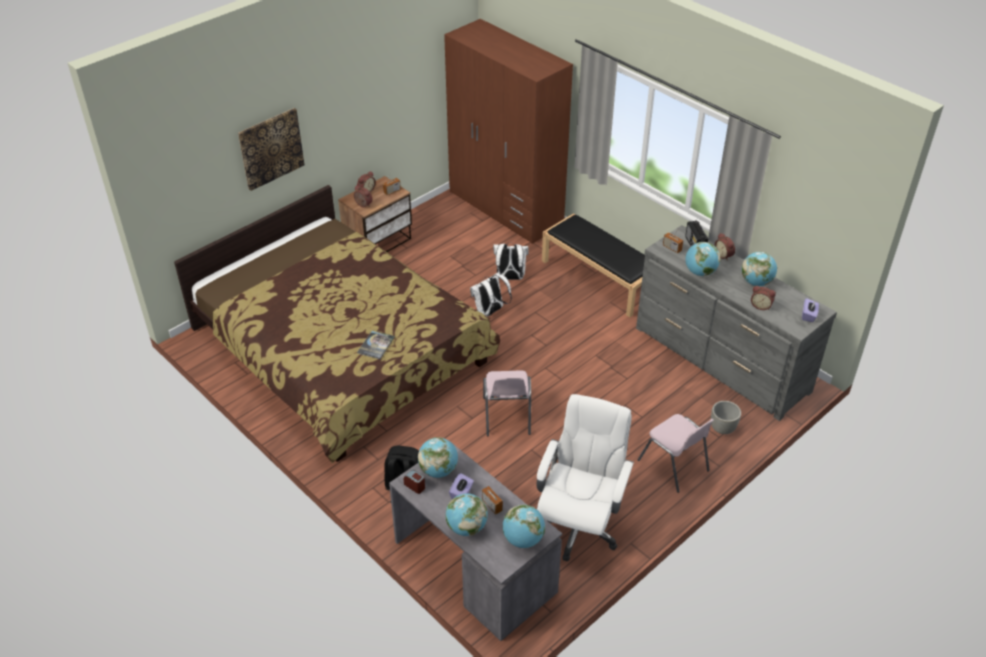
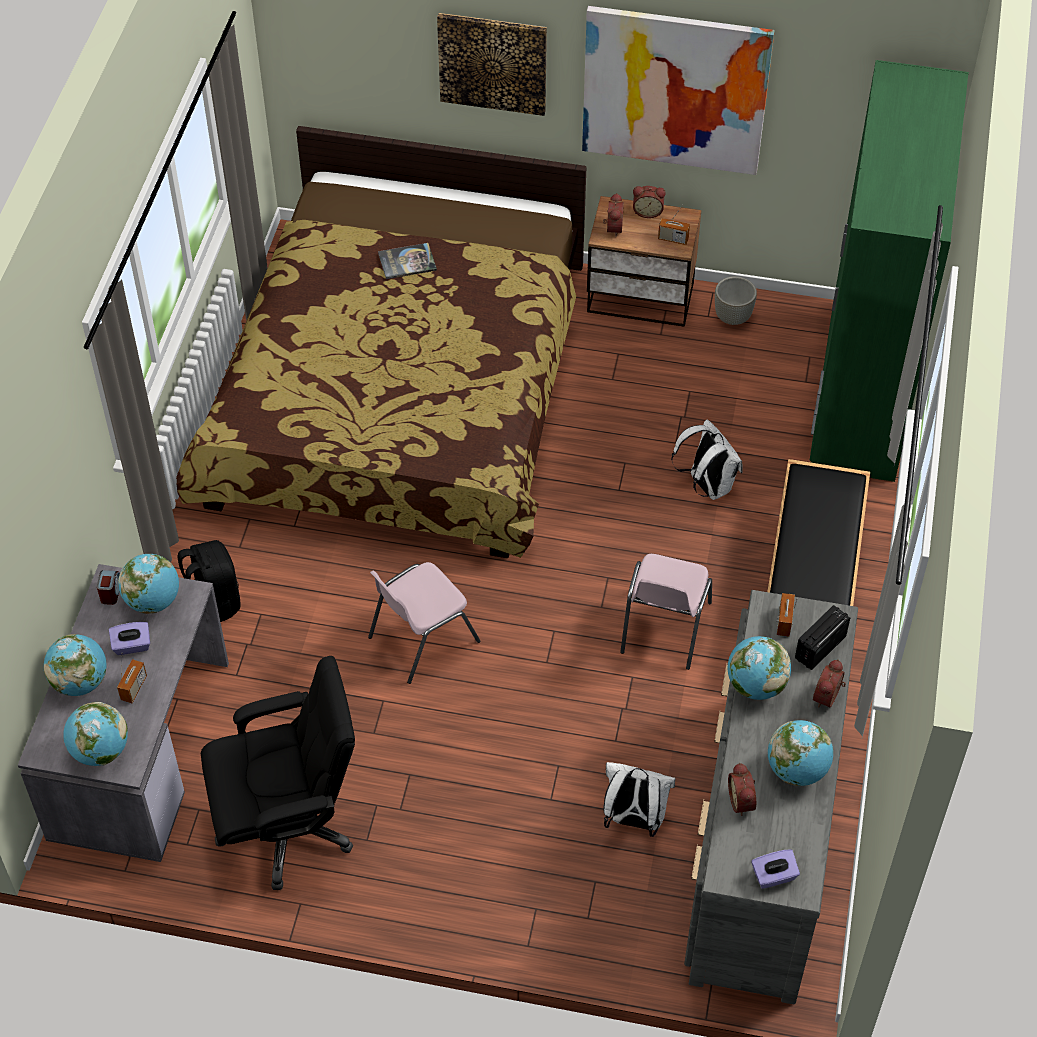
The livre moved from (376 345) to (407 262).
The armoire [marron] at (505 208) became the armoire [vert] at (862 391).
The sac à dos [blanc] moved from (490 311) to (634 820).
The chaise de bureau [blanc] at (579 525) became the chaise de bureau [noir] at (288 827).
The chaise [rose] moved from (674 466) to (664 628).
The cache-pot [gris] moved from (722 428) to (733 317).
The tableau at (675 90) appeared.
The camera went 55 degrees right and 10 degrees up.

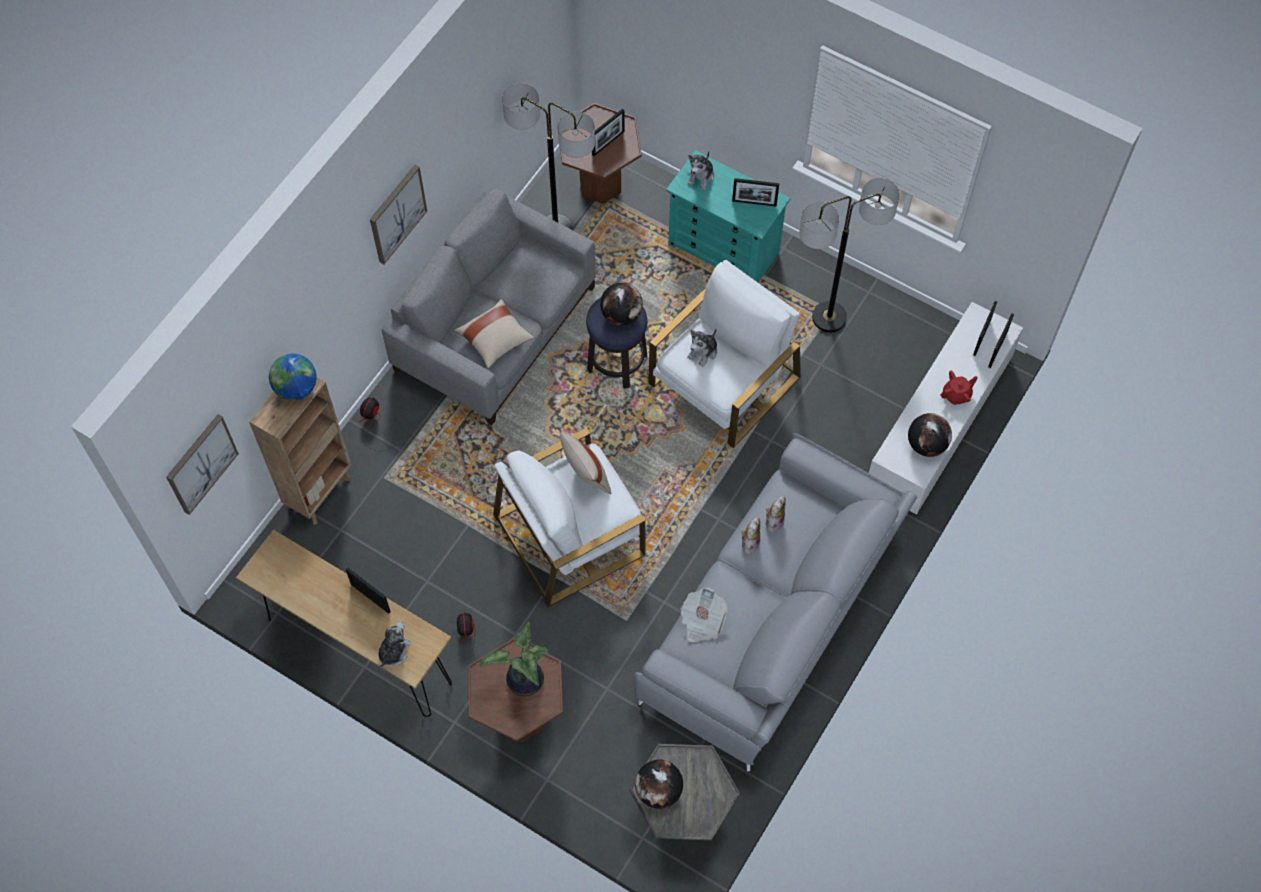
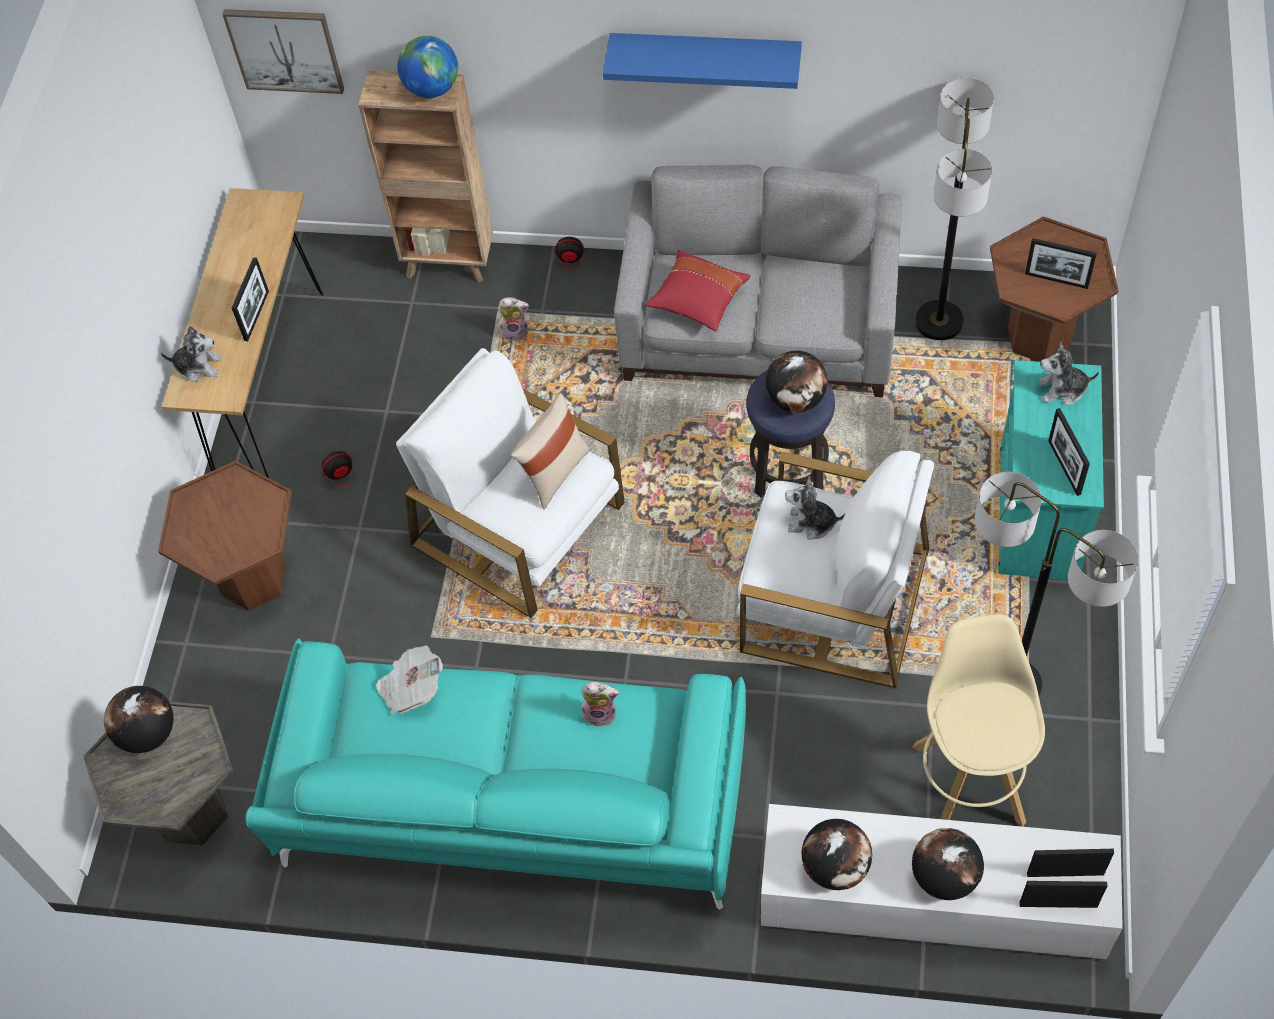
The tableau at (397 213) was replaced by the étagère [bleu] at (705 55).
The coussin [beige] at (495 339) became the coussin [rouge] at (698 300).
The plante en pot at (524 682) disappeared.
The canapé [gris] at (773 618) became the canapé [turquoise] at (513 805).
The peluche moved from (749 542) to (515 331).
The théière [rouge] at (956 395) was replaced by the globe at (944 876).
The tabouret [beige] at (968 781) appeared.
The camera went 70 degrees right and 5 degrees down.

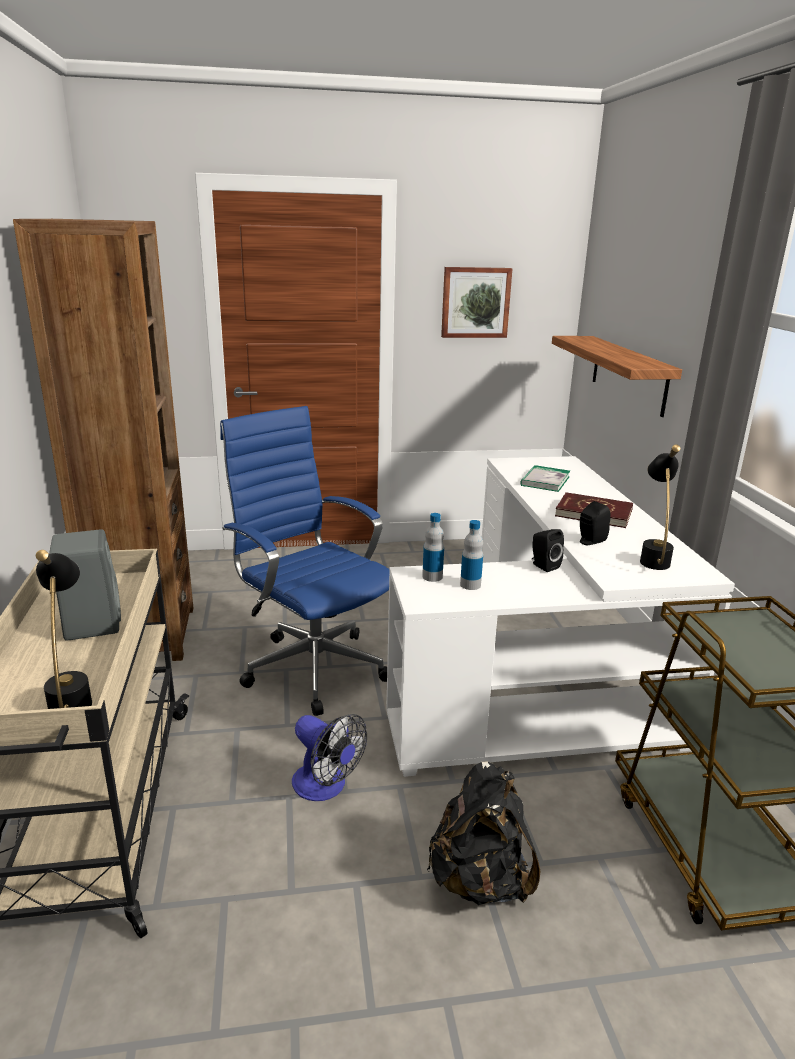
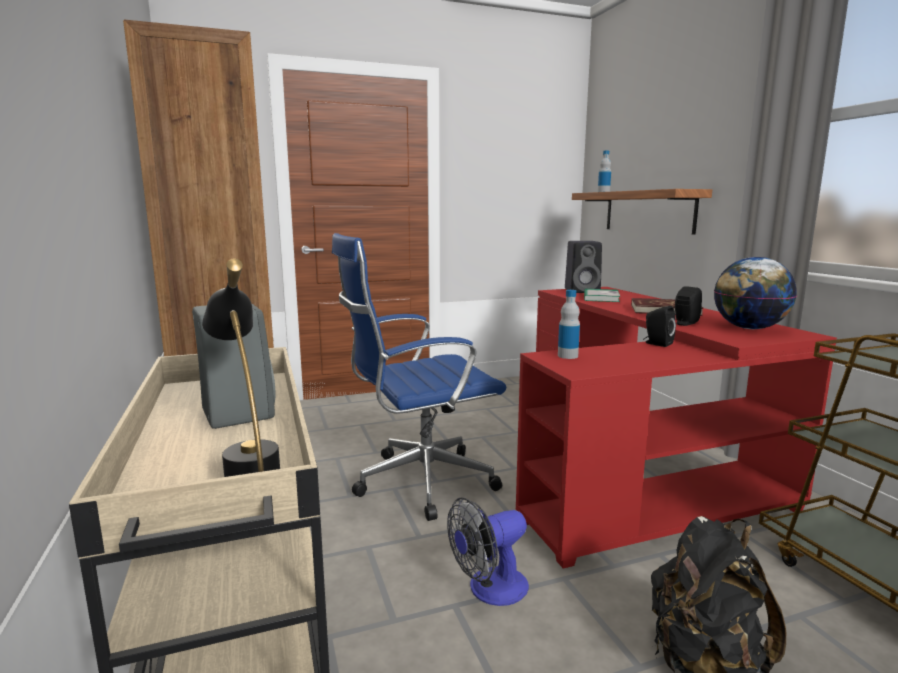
The chaise de bureau [bleu] at (311 666) turned 60 degrees counterclockwise.
The ventilateur at (326 787) turned 120 degrees clockwise.
The bureau [blanc] at (546 673) became the bureau [rouge] at (636 465).
The tableau at (475 302) disappeared.
The bouteille moved from (470 585) to (603 192).
The lampe de table [noir] at (653 557) was replaced by the globe at (749 328).
The enceinte [noir] at (583 291) appeared.
The camera went 10 degrees left and 10 degrees down.

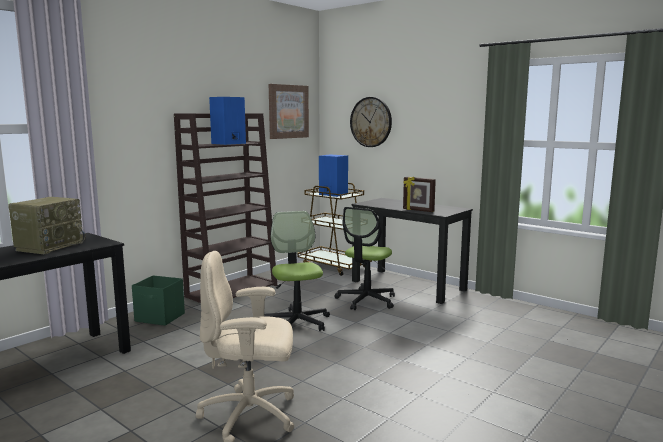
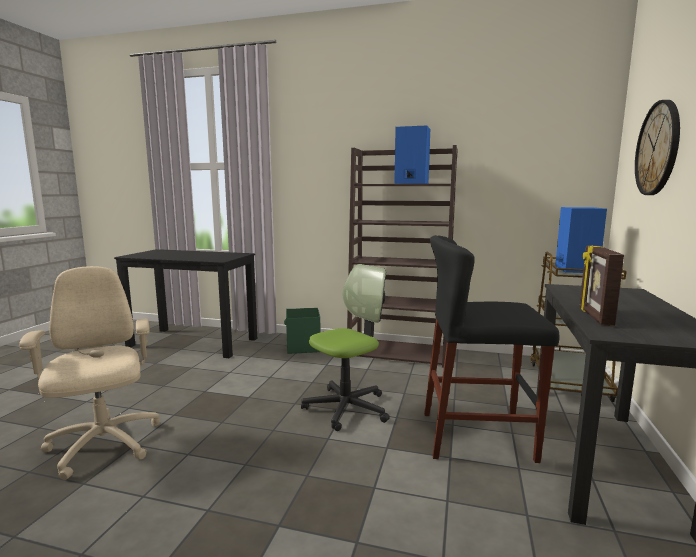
The radio at (50 246) disappeared.
The tableau at (288 111) disappeared.
The chaise de bureau at (366 300) was replaced by the tabouret [noir] at (477 436).
The camera went 65 degrees right and 0 degrees up.

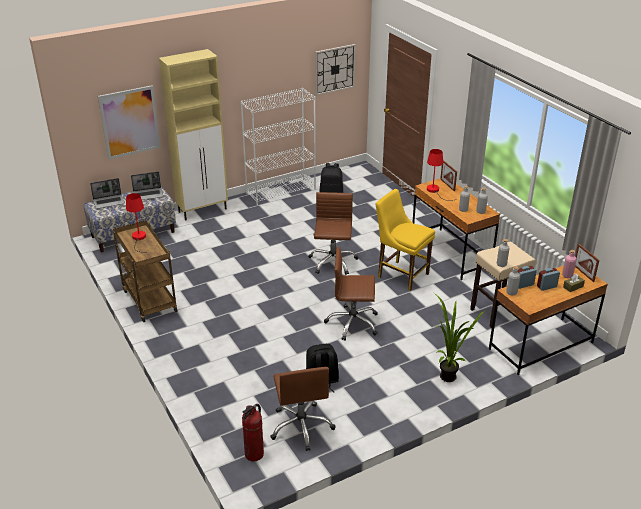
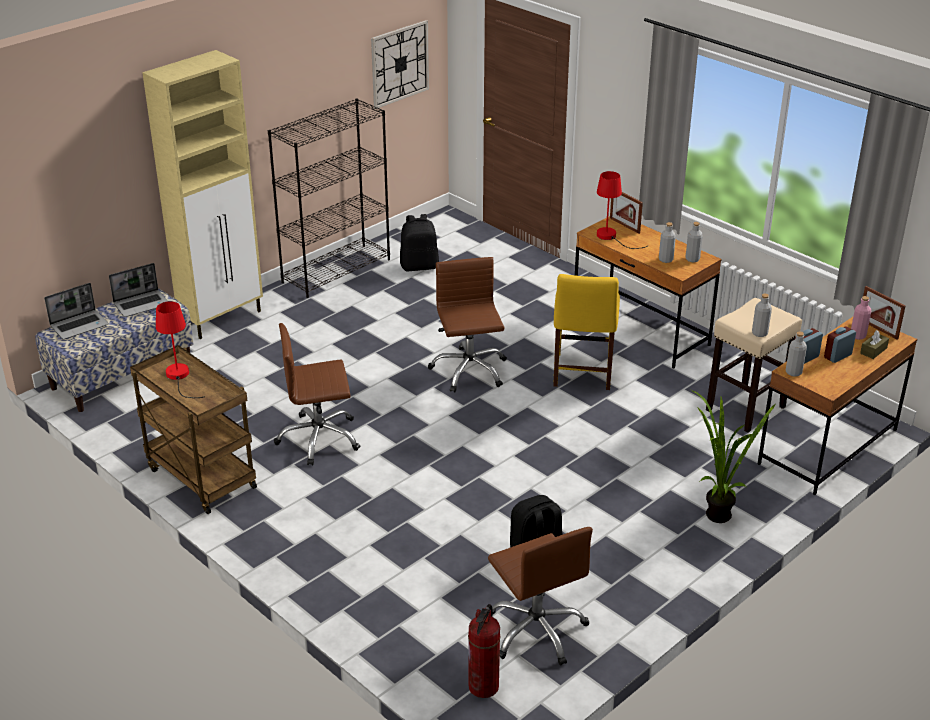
The tableau at (130 122) disappeared.
The bibliothèque [blanc] at (281 191) became the bibliothèque [noir] at (336 270).
The chaise de bureau [marron] moved from (352 323) to (319 438).
The chaise [jaune] at (401 274) turned 105 degrees counterclockwise.
The camera went 15 degrees left and 0 degrees up.

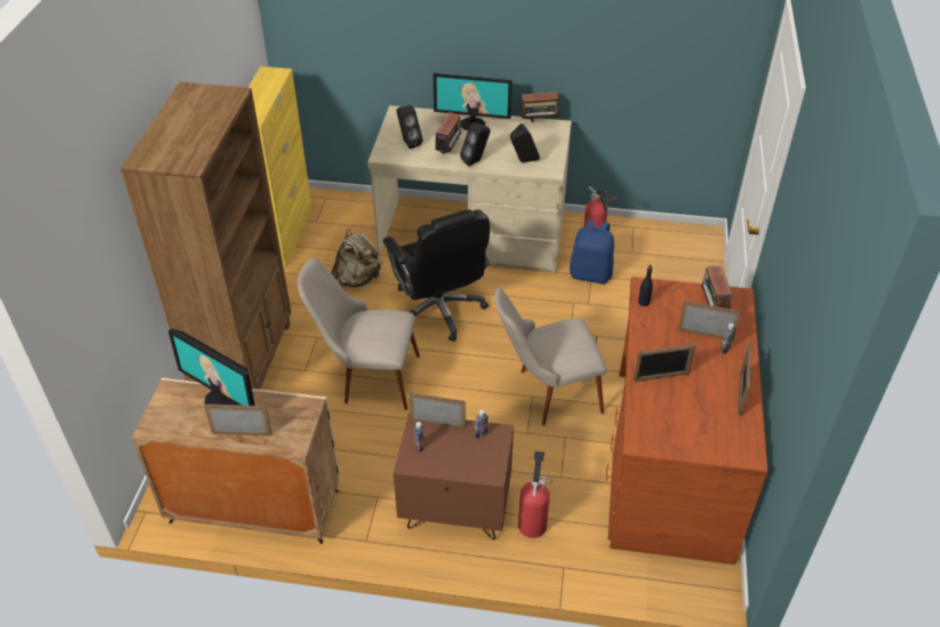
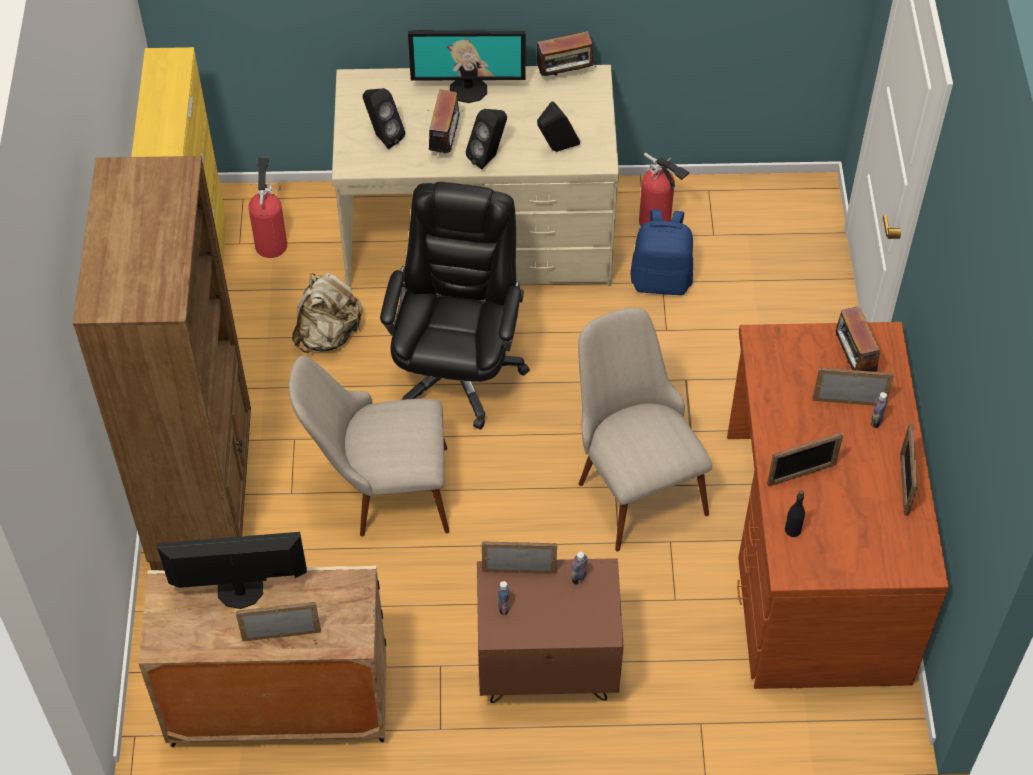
The écran d'ordinateur at (222 400) turned 150 degrees clockwise.
The chaise de bureau [noir] at (439 310) turned 135 degrees counterclockwise.
The chaise [beige] at (546 394) turned 90 degrees clockwise.
The extincteur moved from (532 522) to (271 242).
The bouteille [noir] moved from (643 302) to (792 530).
The camera went 10 degrees left and 10 degrees up.

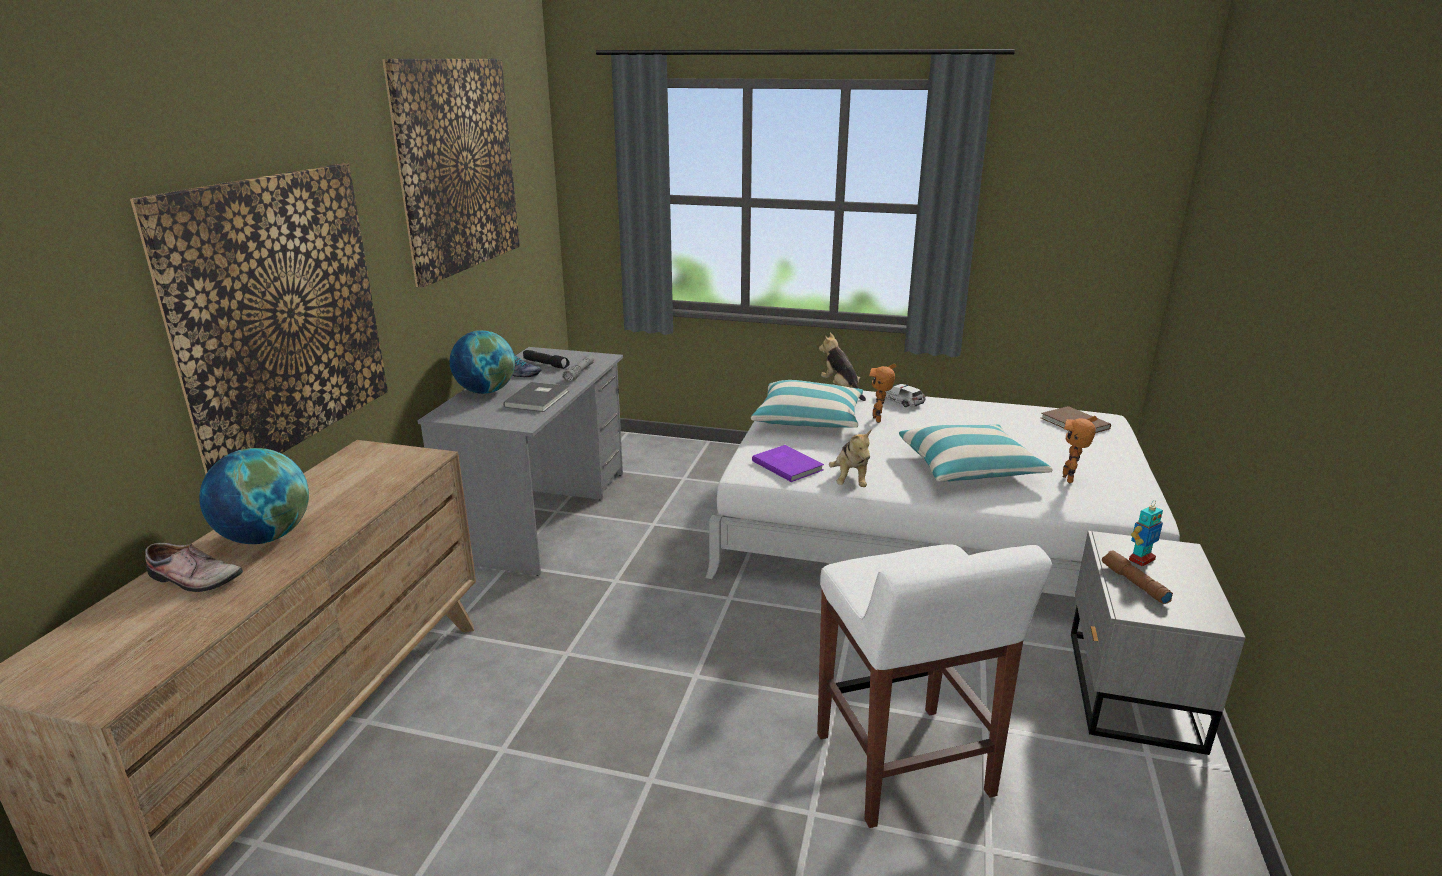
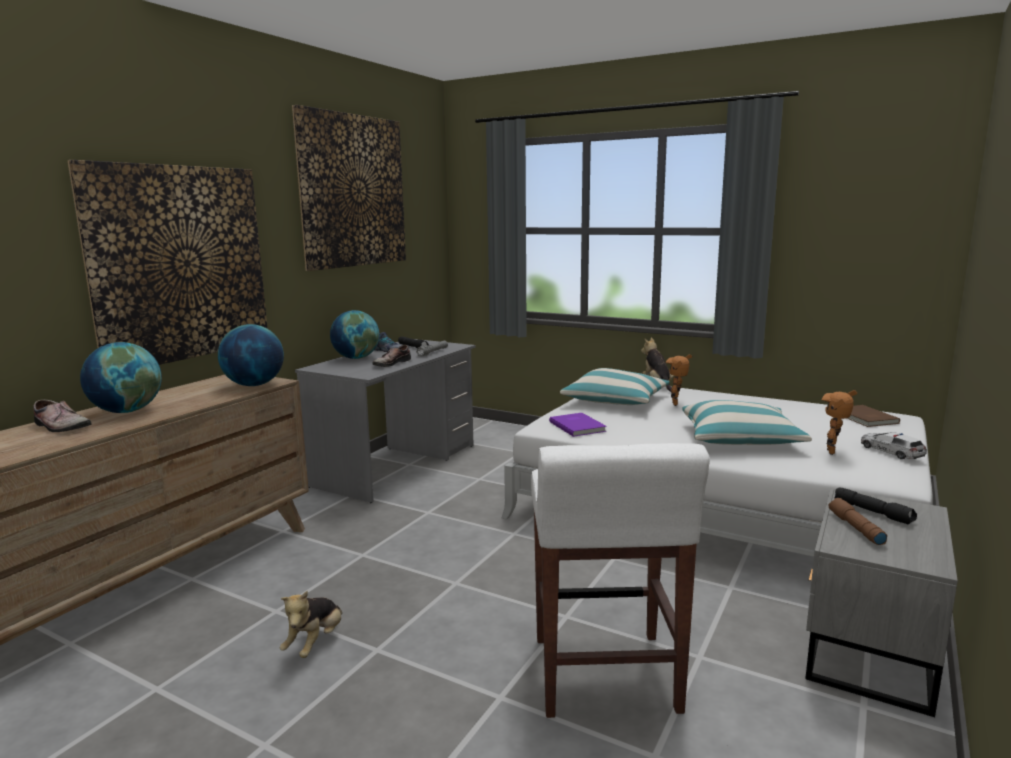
The livre [gris] at (539 399) was replaced by the chaussure at (390 363).
The peluche moved from (850 481) to (315 643).
The petite voiture moved from (899 400) to (891 451).
The robot jouet at (1141 559) was replaced by the lampe de poche [noir] at (873 512).
The globe at (254 385) appeared.
The camera went 15 degrees right and 10 degrees down.

